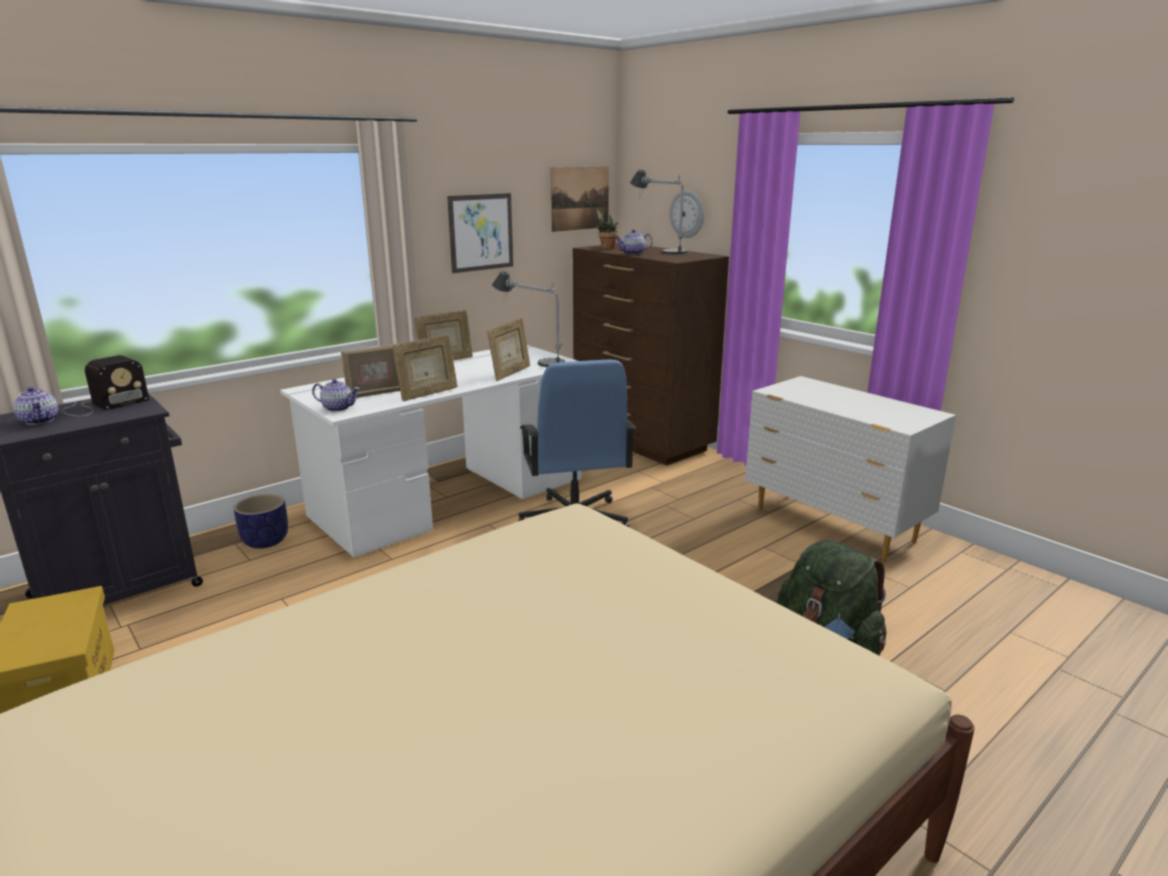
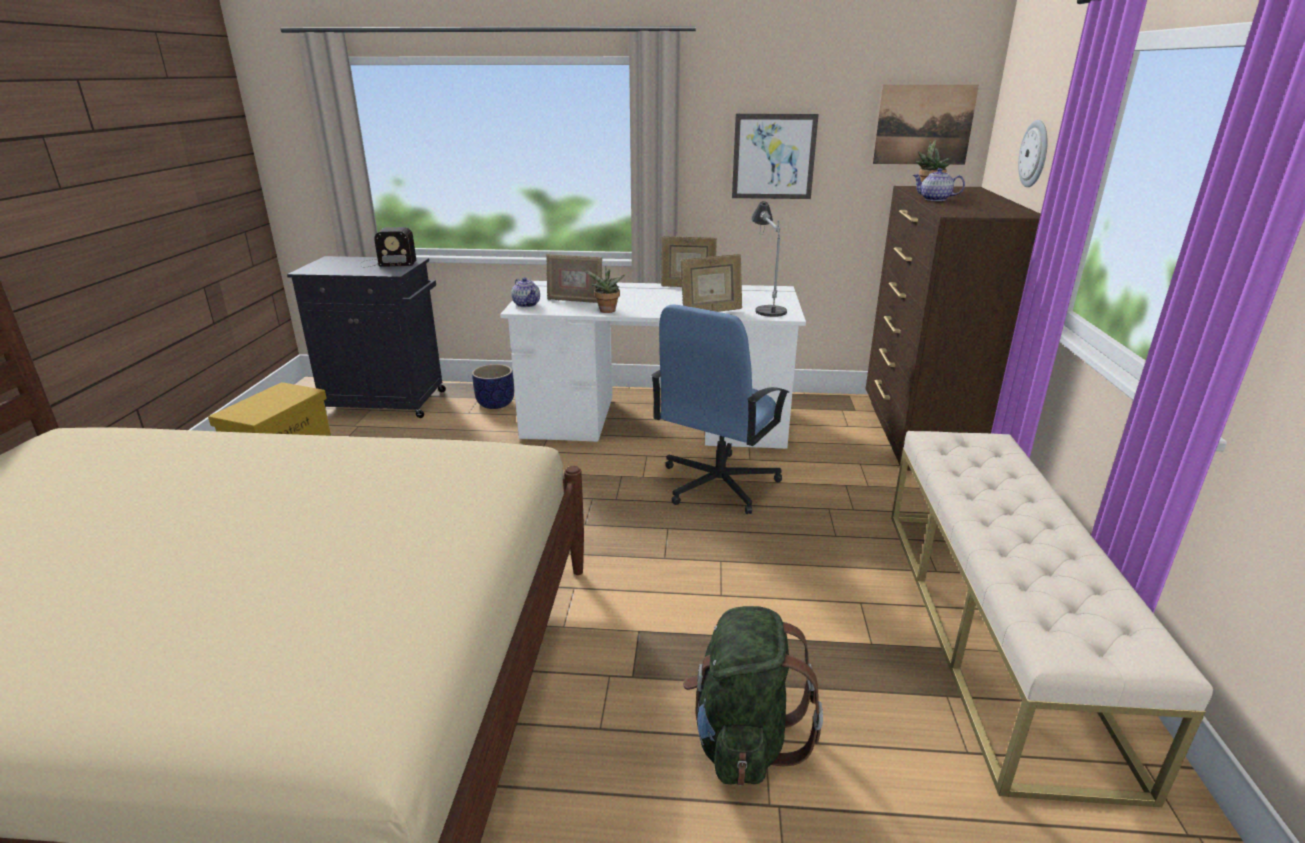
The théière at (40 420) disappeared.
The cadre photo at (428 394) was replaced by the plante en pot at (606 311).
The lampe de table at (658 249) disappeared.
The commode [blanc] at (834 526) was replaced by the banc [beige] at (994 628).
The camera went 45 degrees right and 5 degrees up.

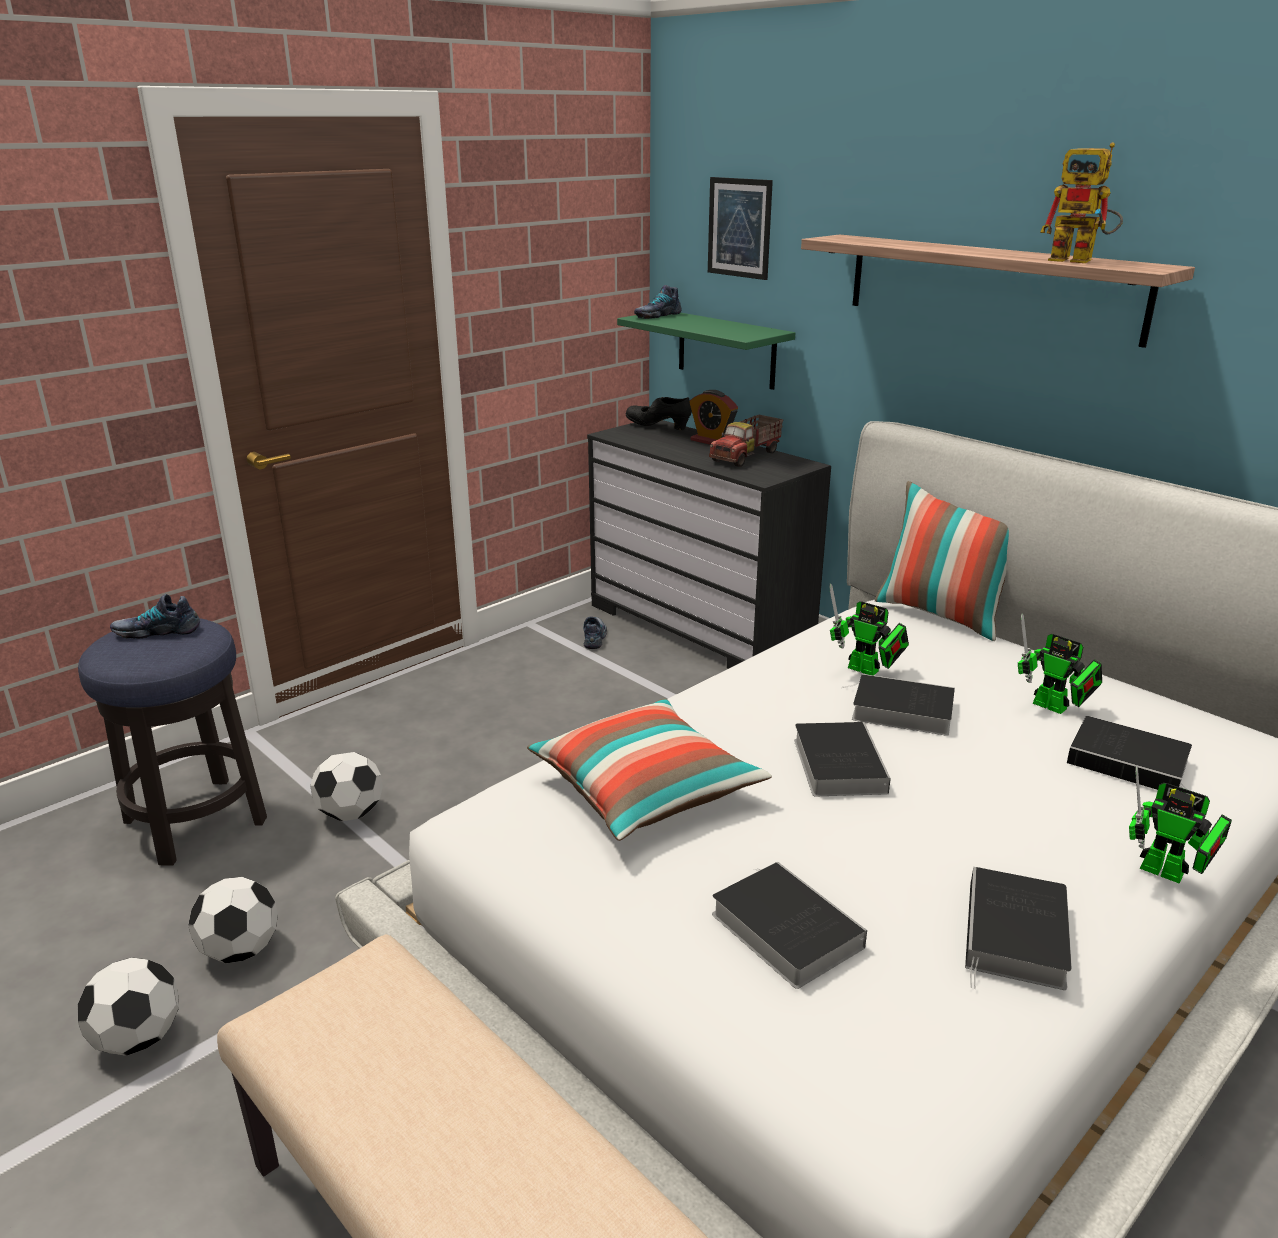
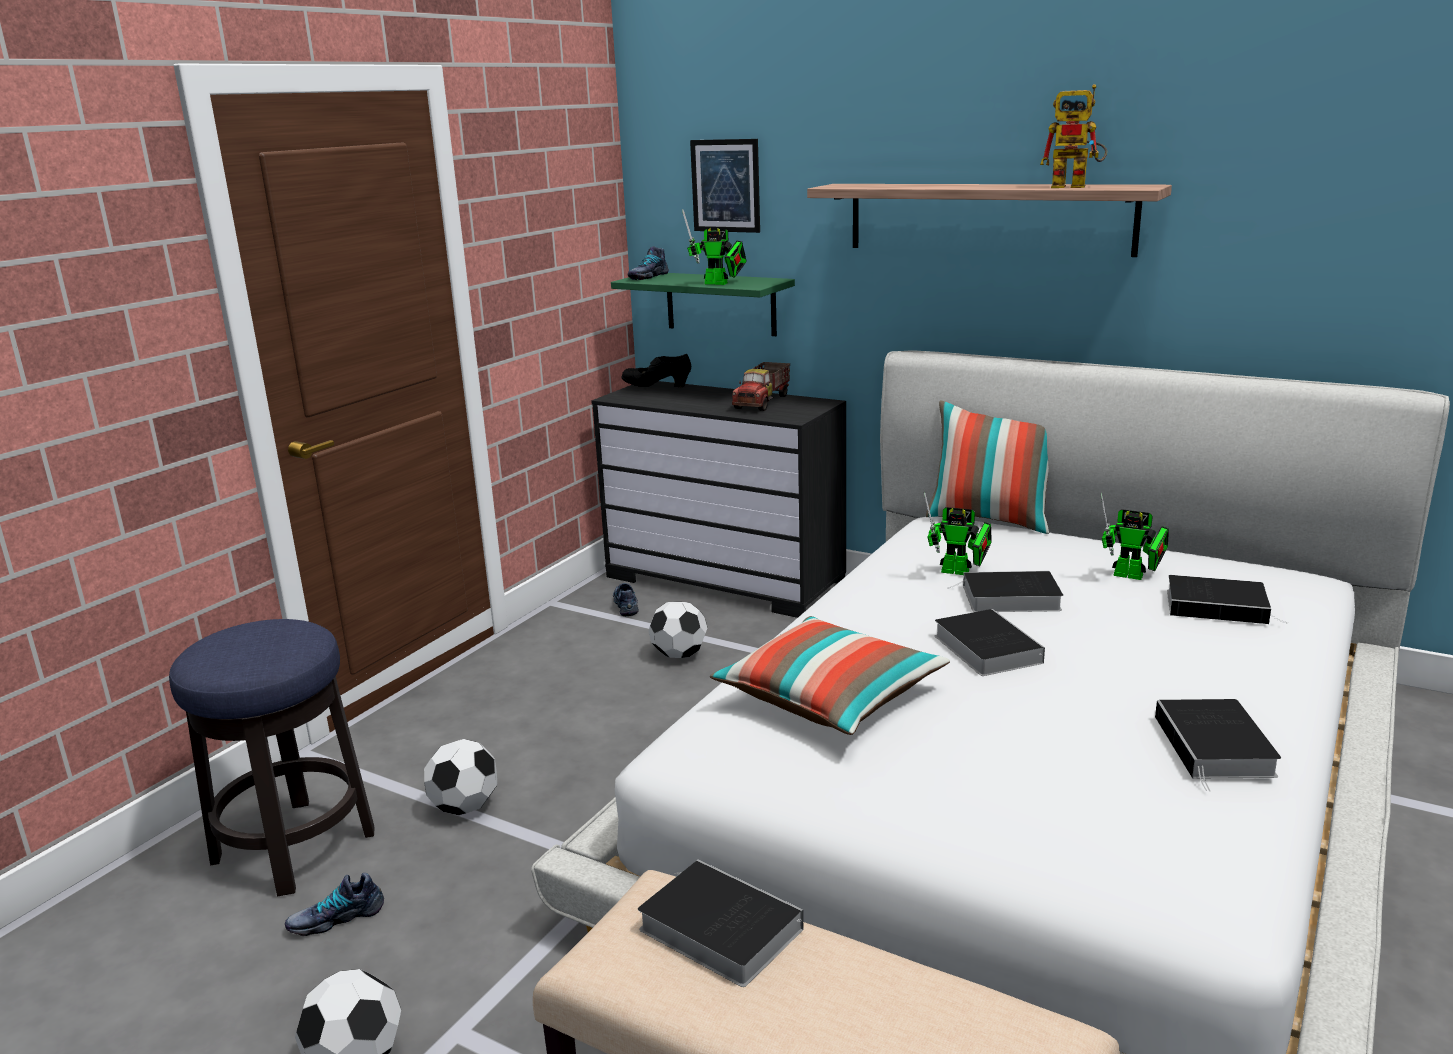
The chaussure moved from (157 631) to (336 918).
The ballon de foot moved from (240 950) to (679 655).
The réveil at (712 441) disappeared.
The livre moved from (782 928) to (715 928).
The robot jouet moved from (1169 874) to (719 283).
The camera went 15 degrees left and 5 degrees down.

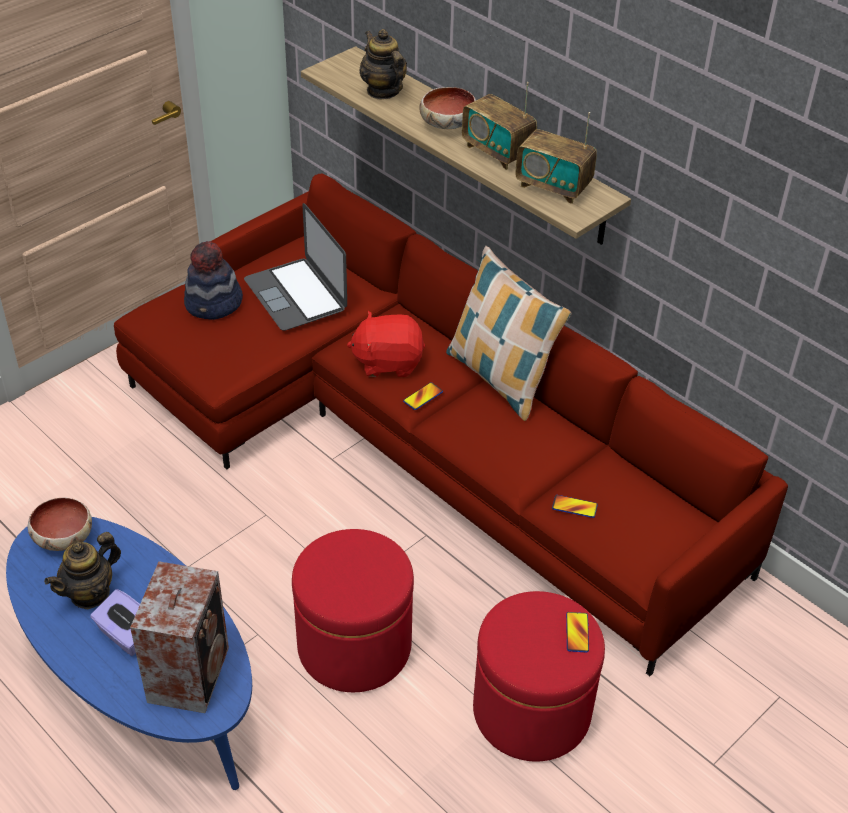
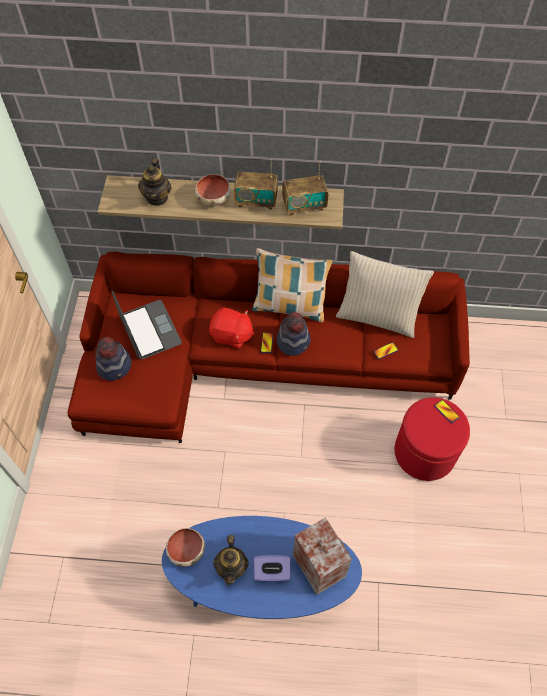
The ordinateur portable at (296 294) turned 135 degrees counterclockwise.
The pouf [rouge] at (354 646) disappeared.
The peluche [rouge] at (388 362) turned 120 degrees counterclockwise.
The théière at (383 91) turned 105 degrees counterclockwise.
The chapeau at (293 341) appeared.
The coussin [beige] at (378 316) appeared.
The camera went 40 degrees left and 15 degrees up.

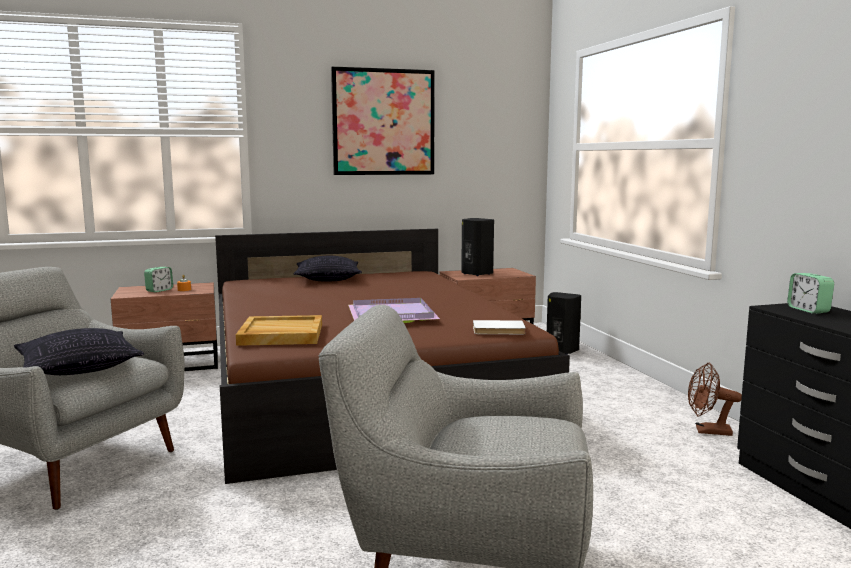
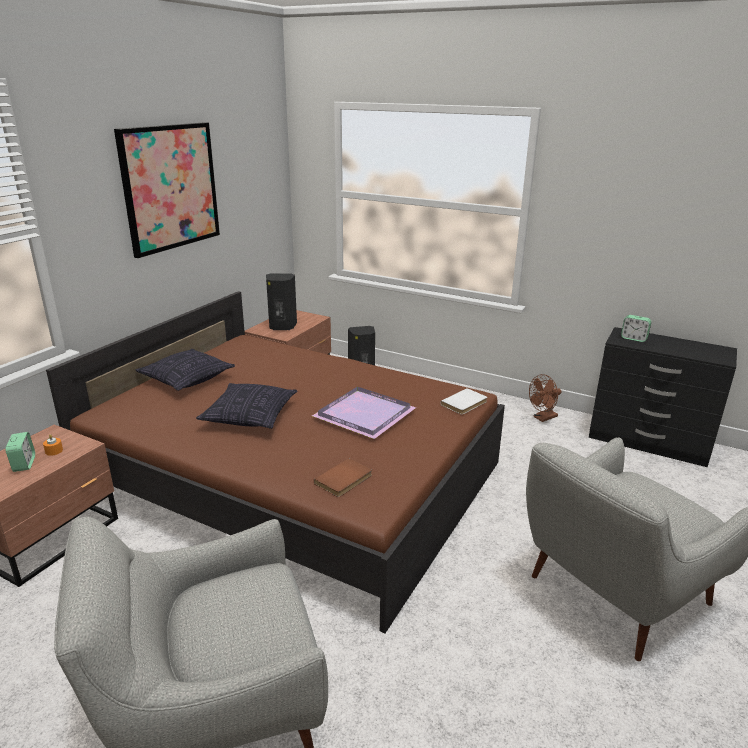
The coussin moved from (79 368) to (250 416).
The plateau [beige] at (280 334) was replaced by the livre [marron] at (345 480).
The camera went 45 degrees left and 15 degrees up.

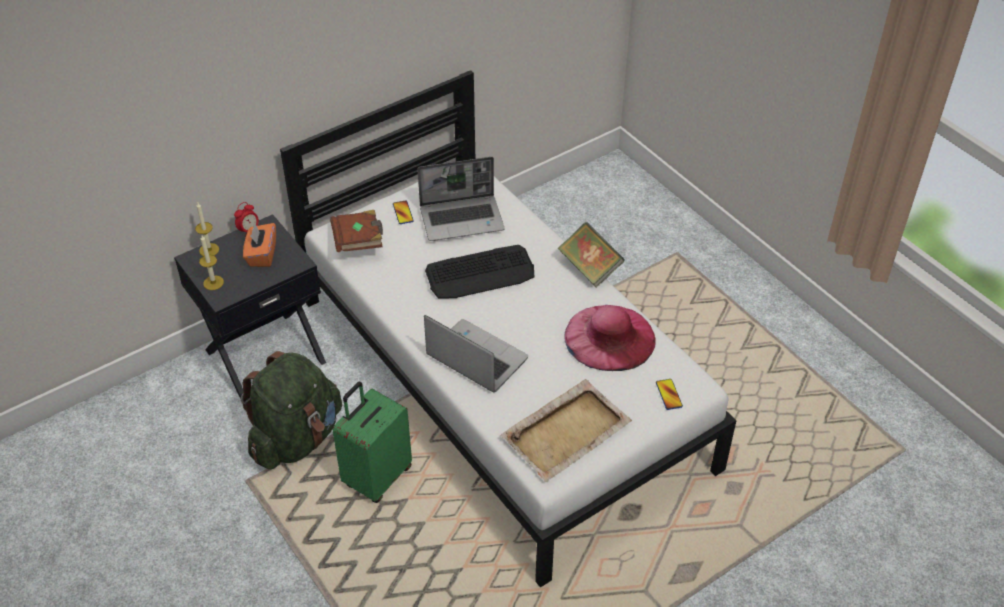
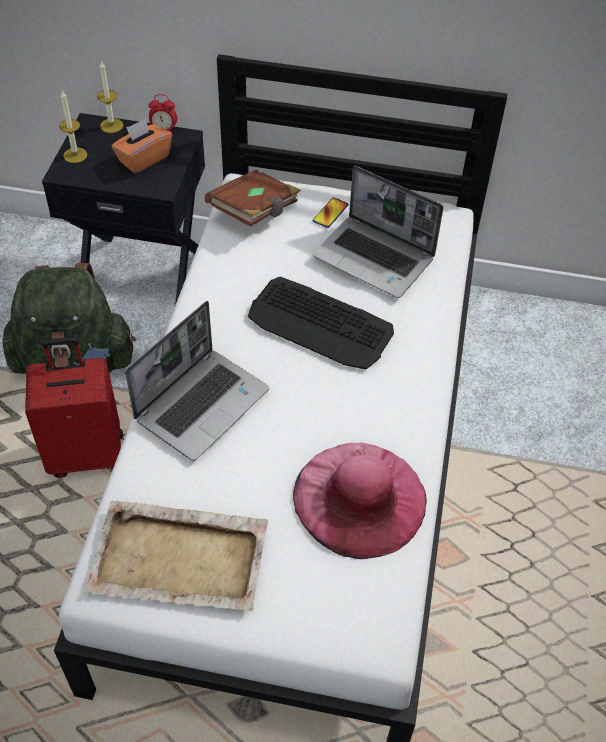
The valise [vert] at (376 477) became the valise [rouge] at (87 454).
The ordinateur portable at (475 358) turned 45 degrees clockwise.
The livre at (589 268) disappeared.
The téléphone at (669 395) disappeared.
The camera went 45 degrees right and 5 degrees up.

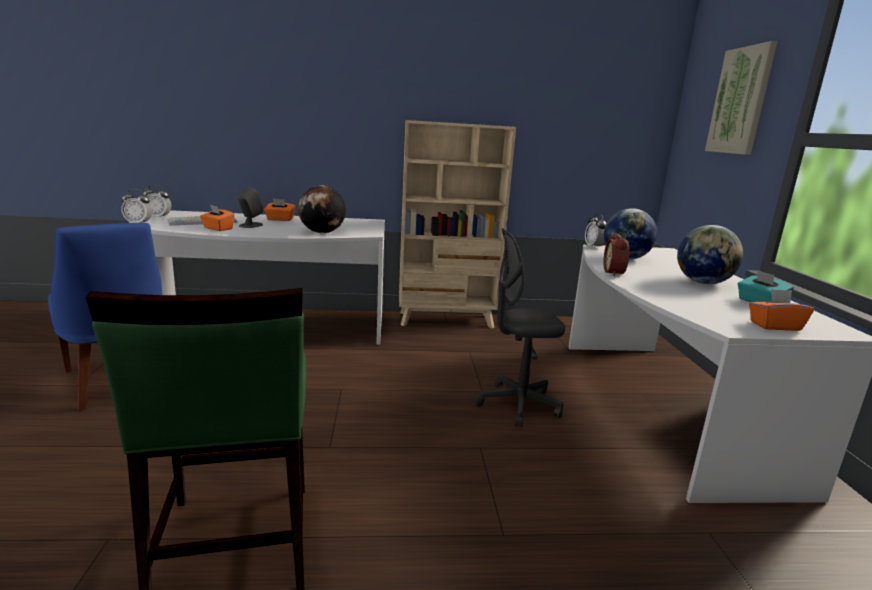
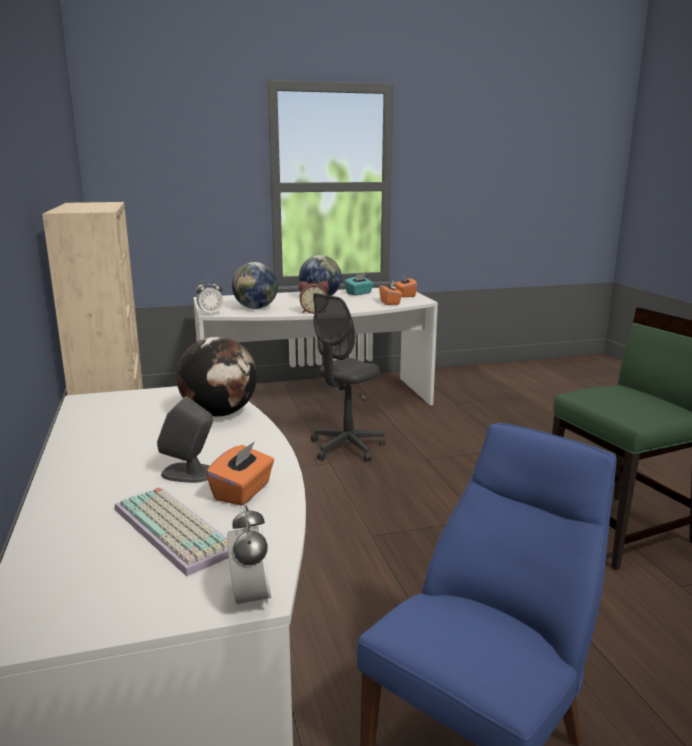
The réveil at (158 217) disappeared.
The boîte à mouchoirs [orange] moved from (280 219) to (390 302).
The chaise de bureau [gris] at (518 404) turned 60 degrees clockwise.
The tableau at (740 101) disappeared.
The camera went 100 degrees left and 0 degrees up.

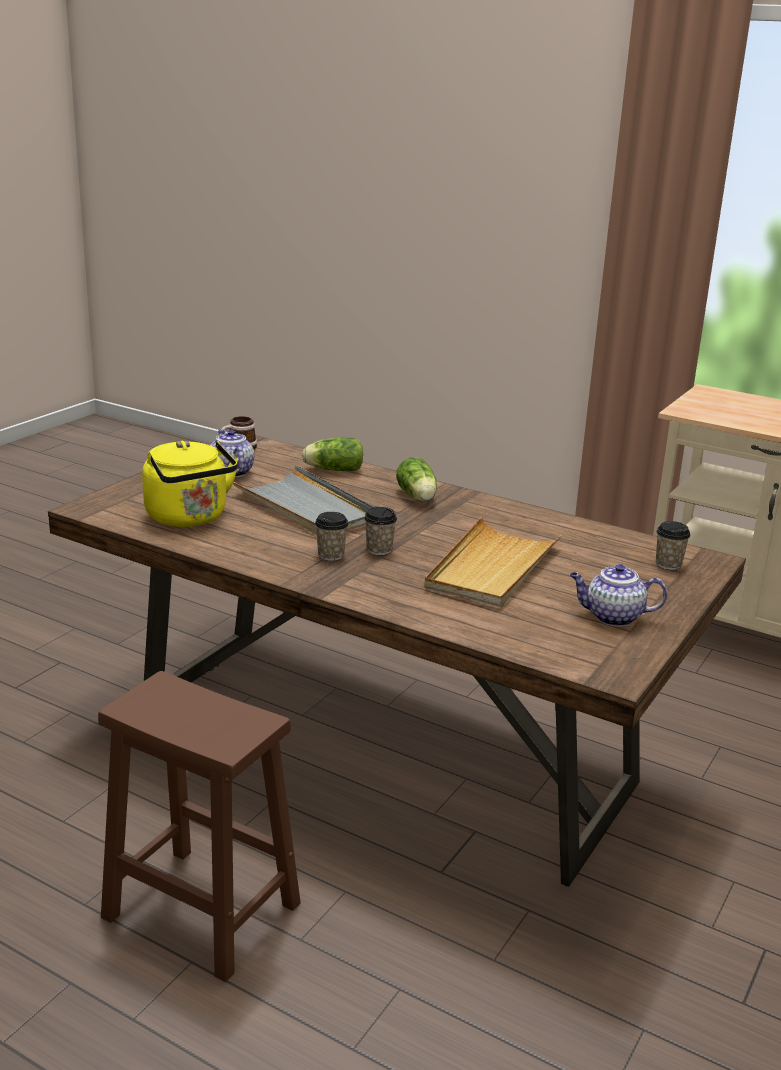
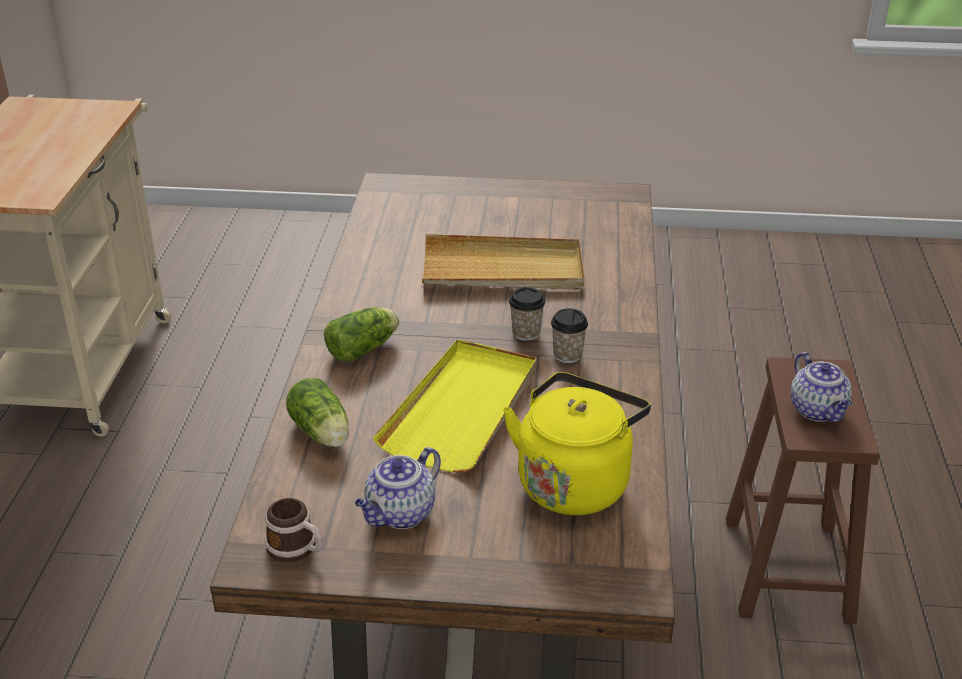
The plateau [gris] at (308 507) became the plateau [jaune] at (462 409).
The théière moved from (612 617) to (818 411).
The tasse at (668 564) disappeared.
The camera went 115 degrees left and 10 degrees up.

